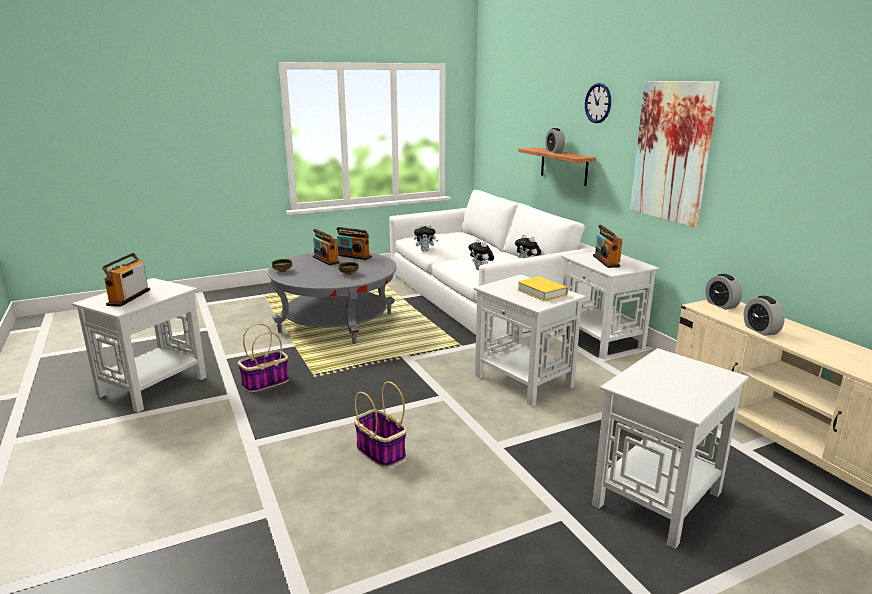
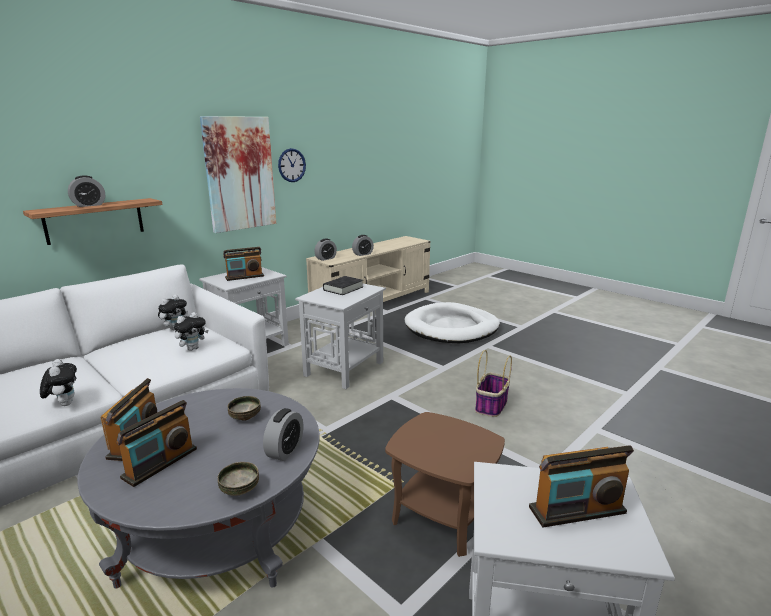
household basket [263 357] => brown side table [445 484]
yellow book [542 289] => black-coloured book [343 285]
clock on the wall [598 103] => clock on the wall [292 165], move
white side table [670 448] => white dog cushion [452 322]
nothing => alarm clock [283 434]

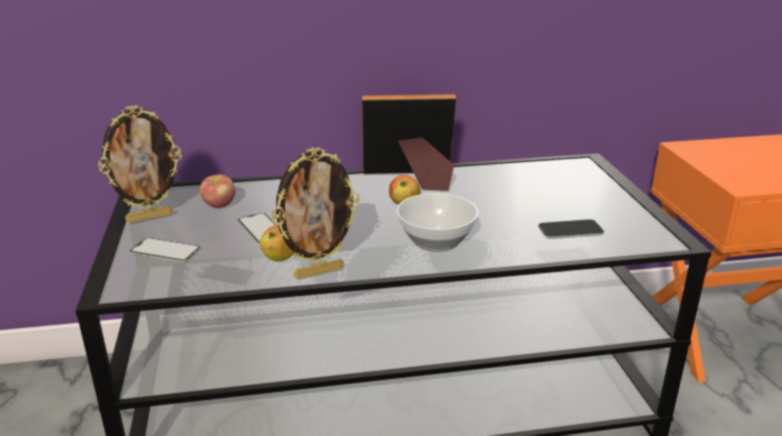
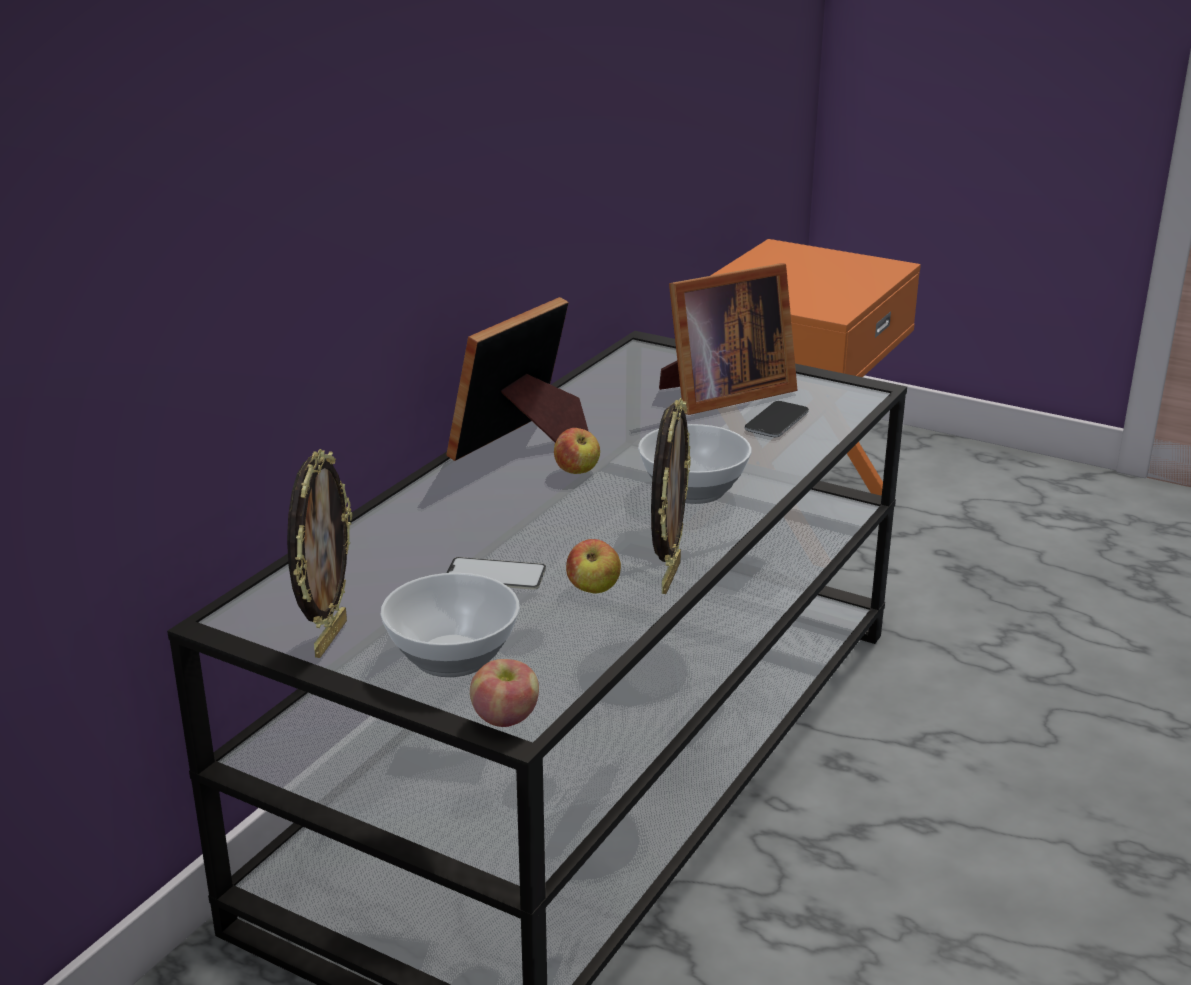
phone [165 249] => bowl [450 625]
apple [217 191] => apple [504 693], move
nothing => standing frame [728 339]

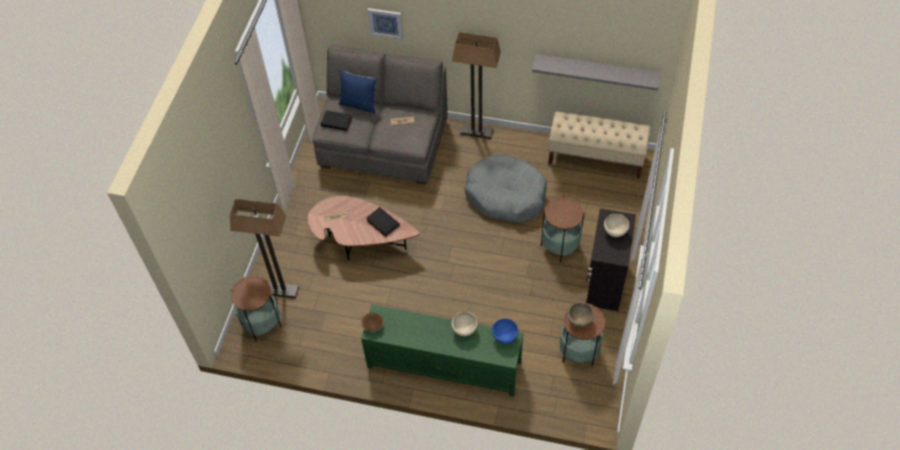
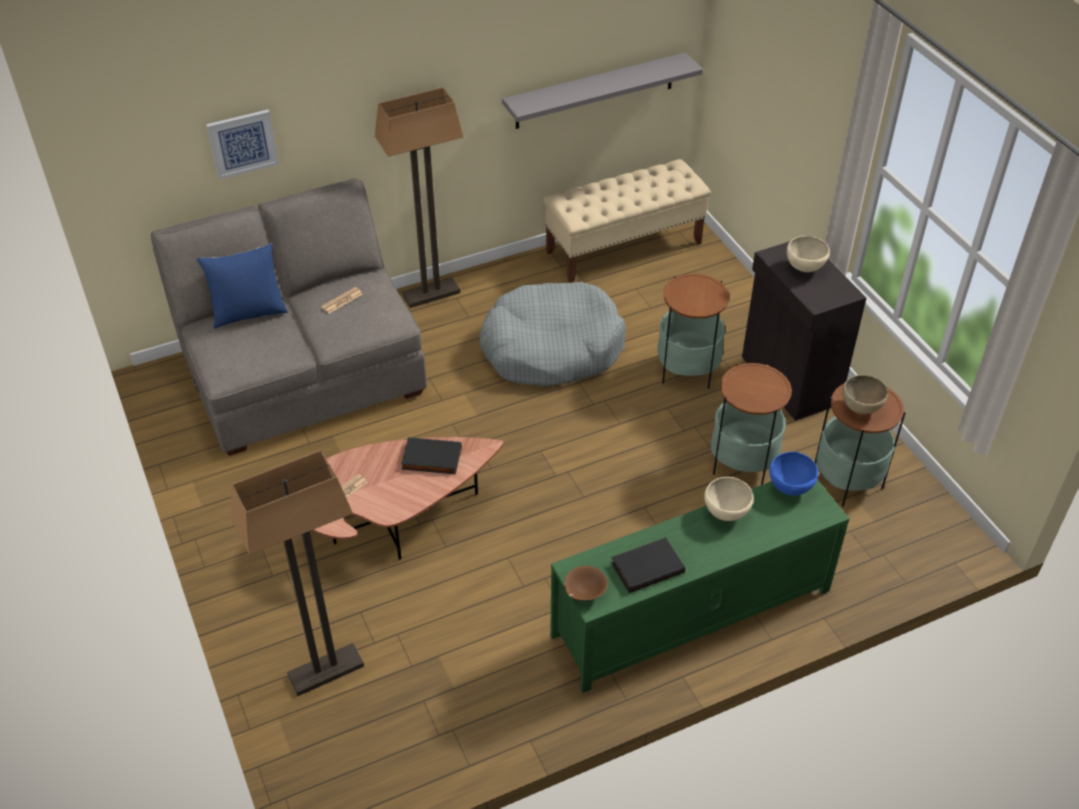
side table [256 308] => side table [751 424], move
black-coloured book [336 120] => black-coloured book [648 565], move

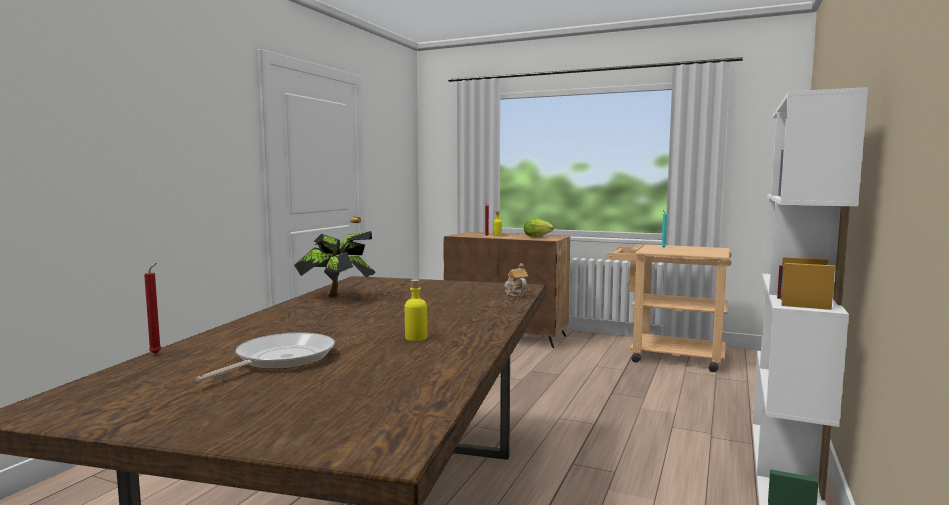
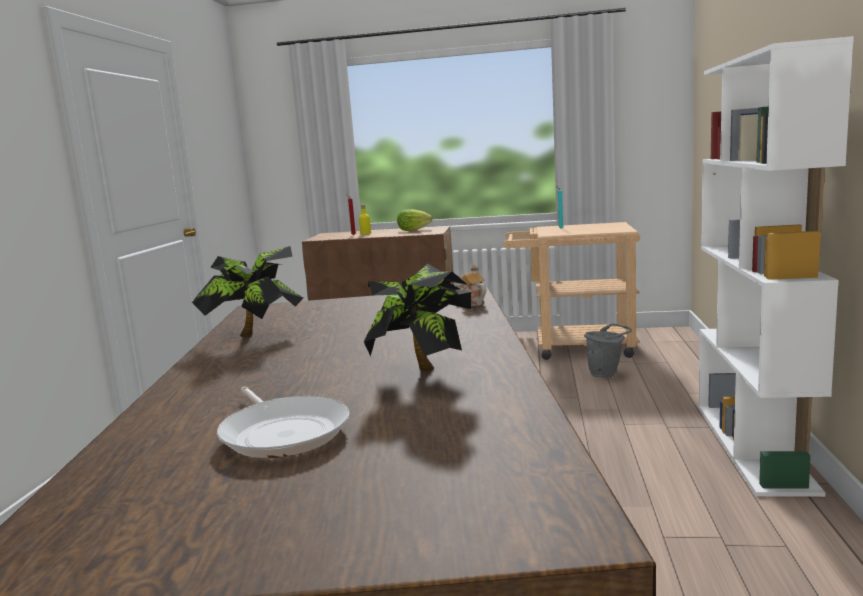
reddish candle [152 308] => nothing
skillet [265 357] => skillet [283 422], 135 degrees clockwise
yellow bottle [416 310] => houseplant [417 318]
nothing => gray bucket [608 350]

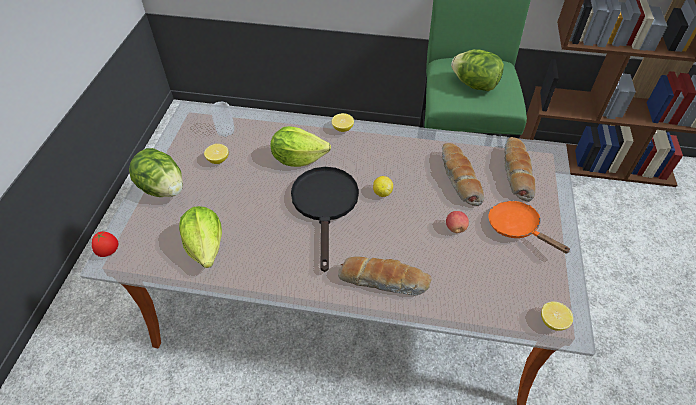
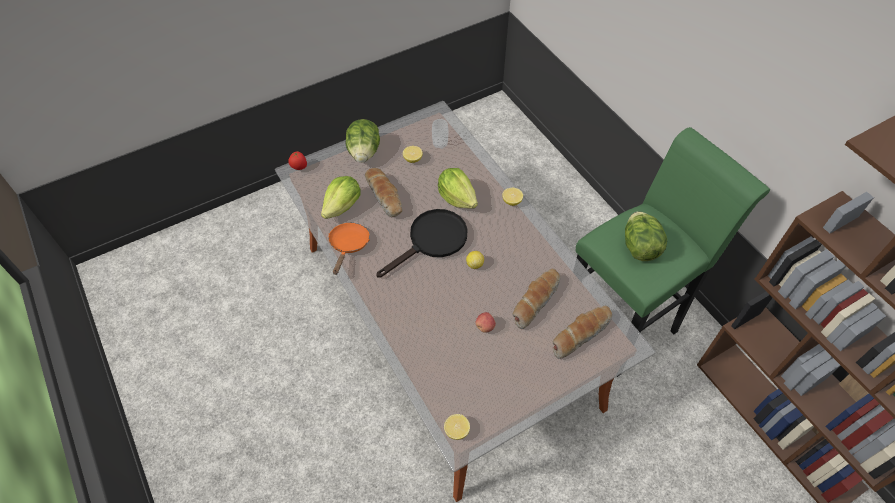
bakery bread [385 275] => bakery bread [384 192], move
orange skillet [530 227] => orange skillet [349 249], move

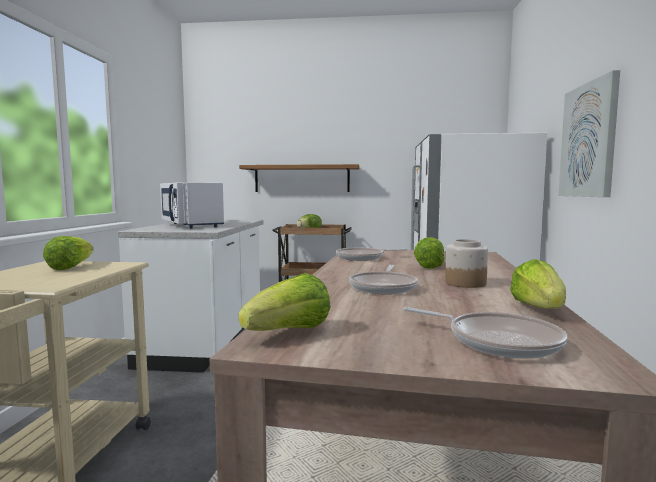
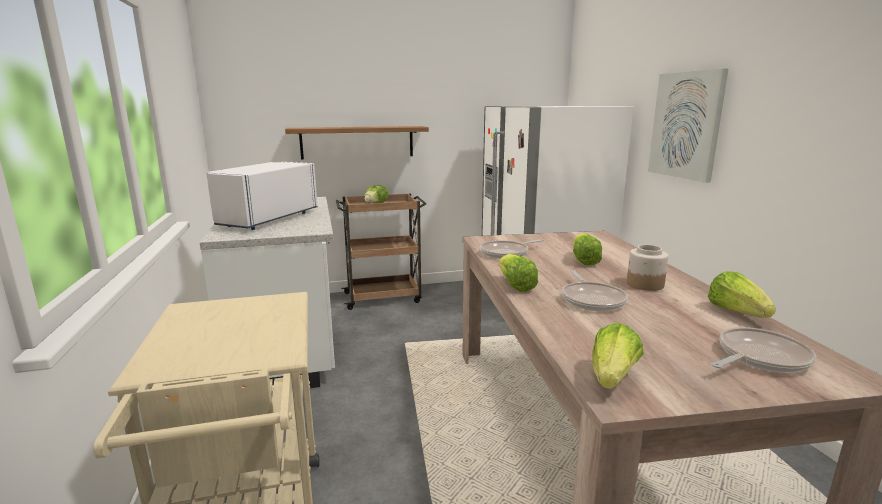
lettuce [68 253] => lettuce [518 273], move
white microwave [192 205] => white microwave [262 196], 75 degrees clockwise
skillet [485 333] => skillet [763 350], 45 degrees counterclockwise

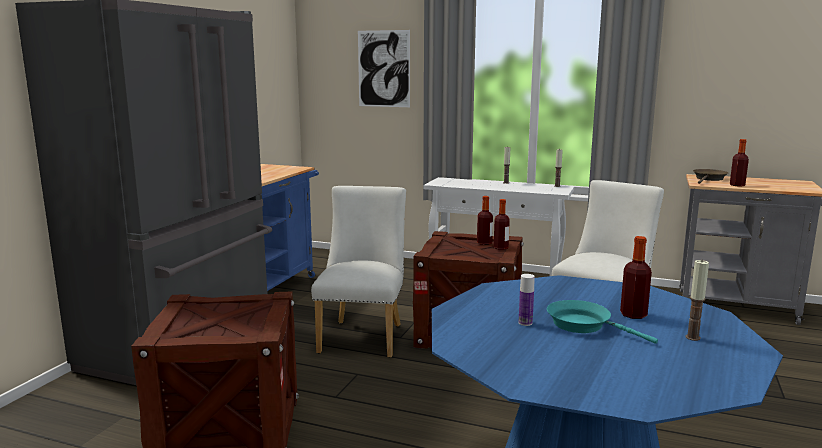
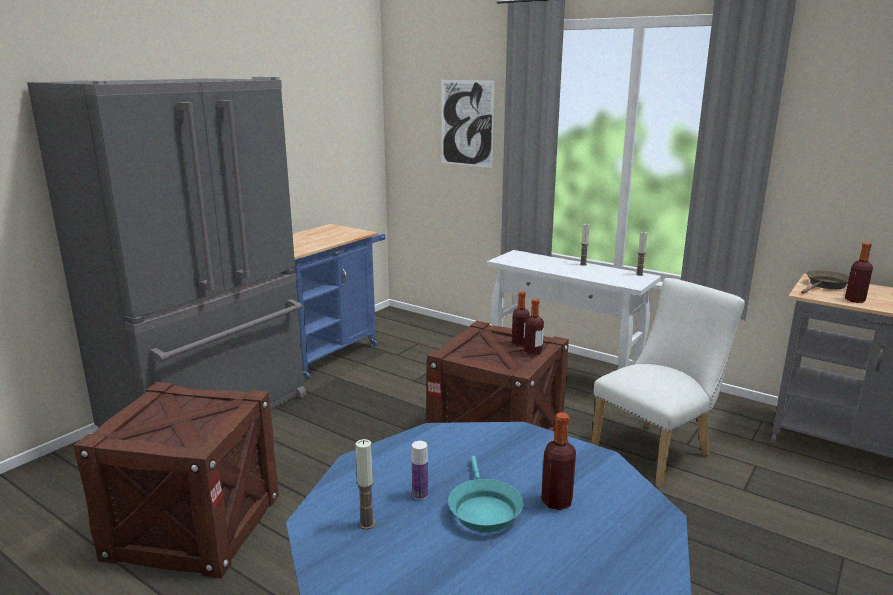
white plain chair [358 272] => nothing
turquoise-coloured skillet [602 322] => turquoise-coloured skillet [486 494], 150 degrees counterclockwise
candle [697 300] => candle [365 484], move

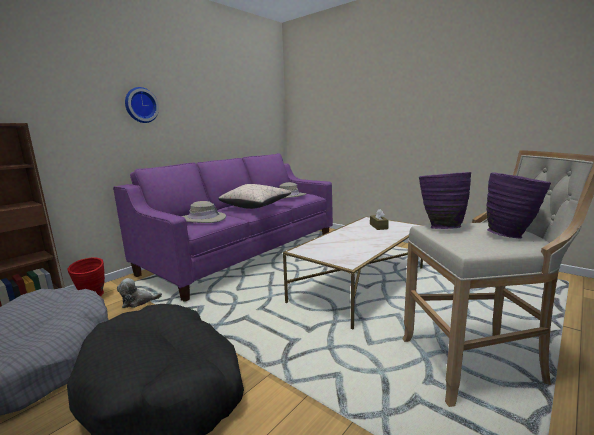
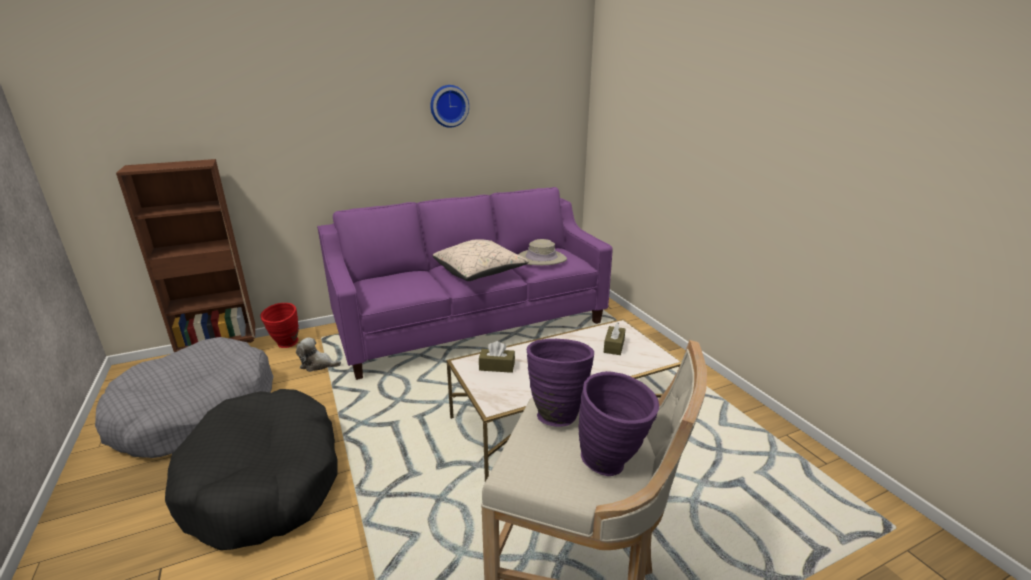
clock on the wall [142 105] => clock on the wall [450 106], move
beige hat [204 212] => nothing
nothing => brown box of tissues [497 357]

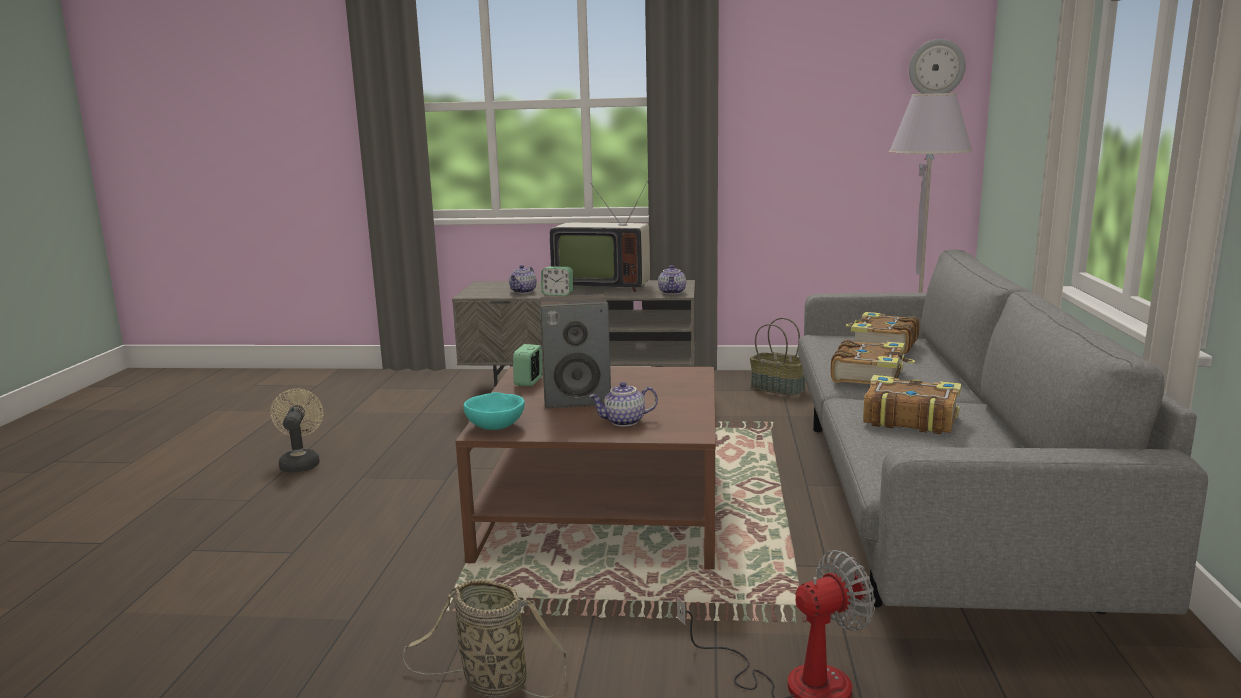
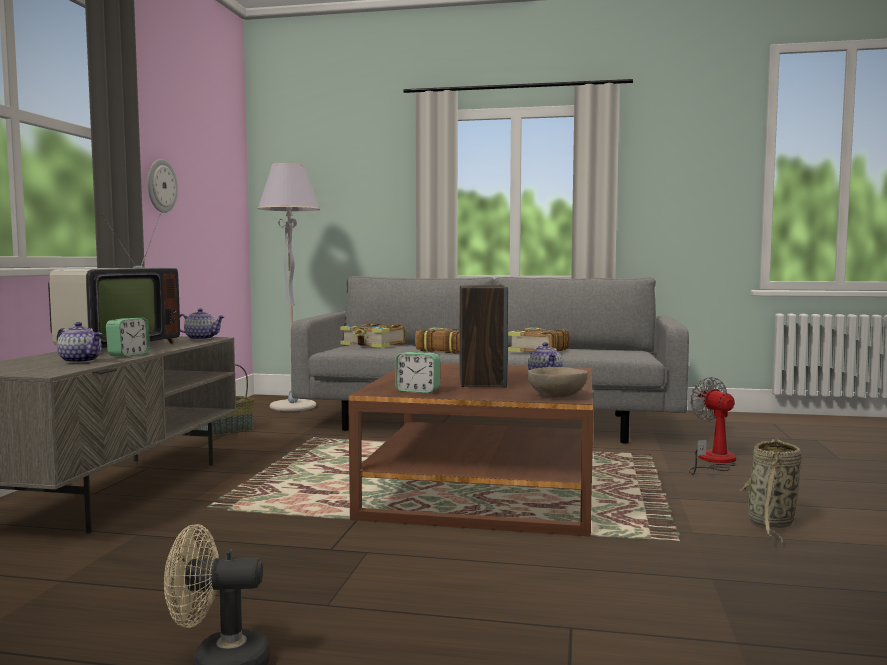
turquoise-coloured bowl [494 411] => beige bowl [557 382]
clock on the wall [937 66] => clock on the wall [162 186], move

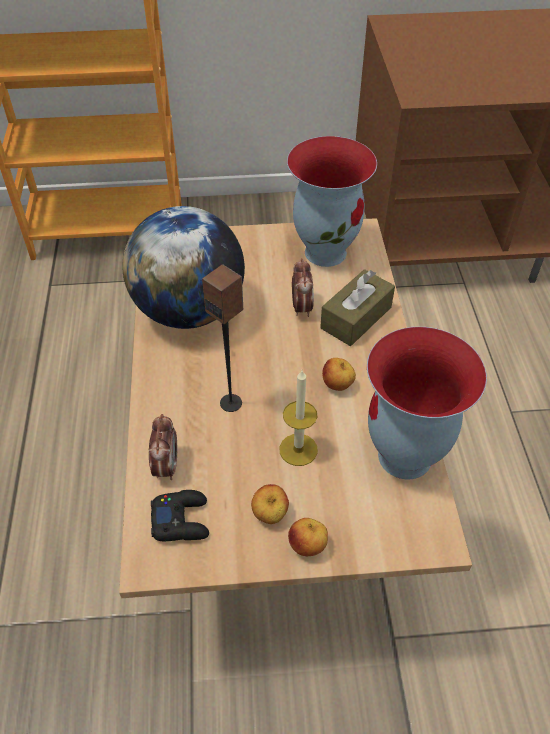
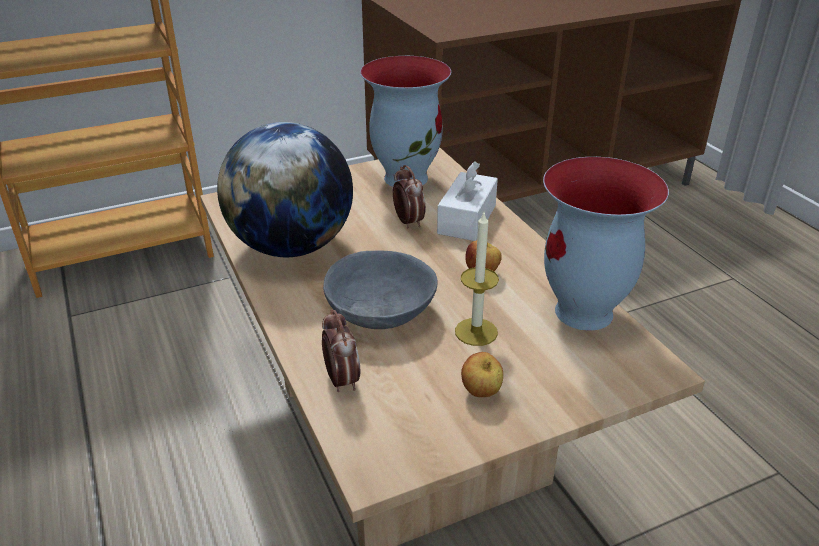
black-coloured gamepad [180 515] => nothing
loudspeaker [222 338] => gray bowl [380 289]
apple [308 537] => nothing
brown box of tissues [357 307] => white box of tissues [467 201]

